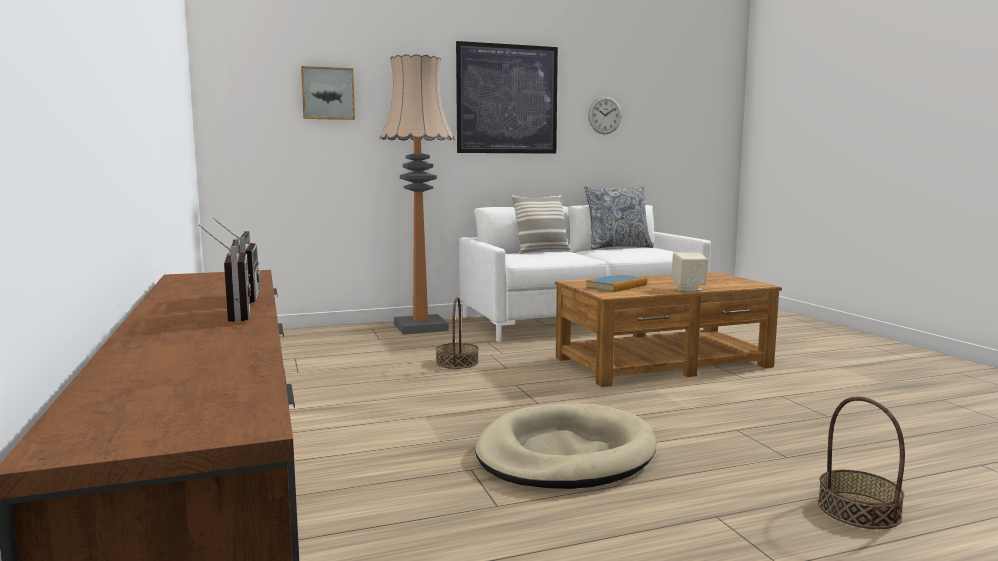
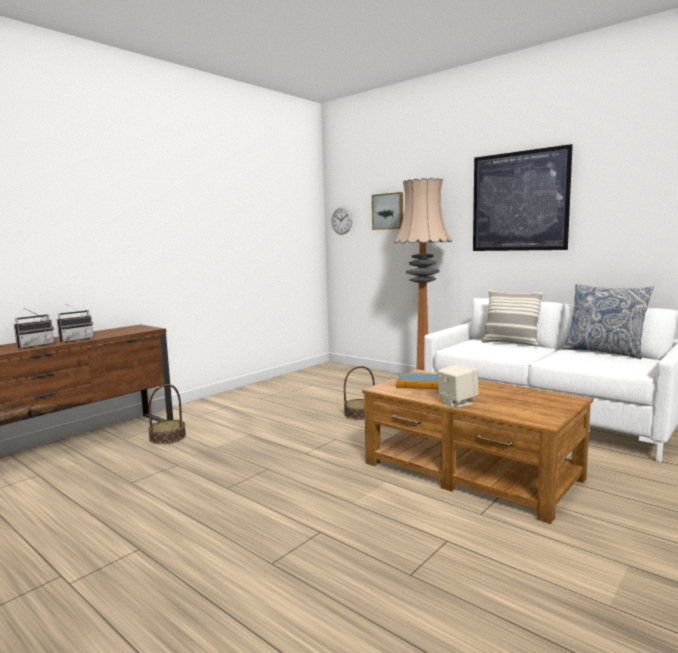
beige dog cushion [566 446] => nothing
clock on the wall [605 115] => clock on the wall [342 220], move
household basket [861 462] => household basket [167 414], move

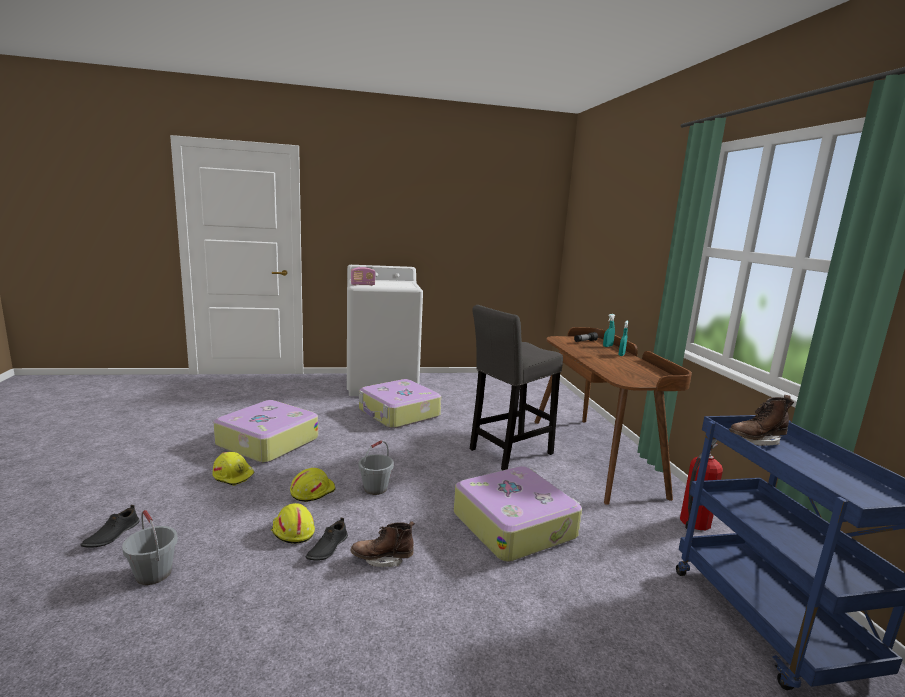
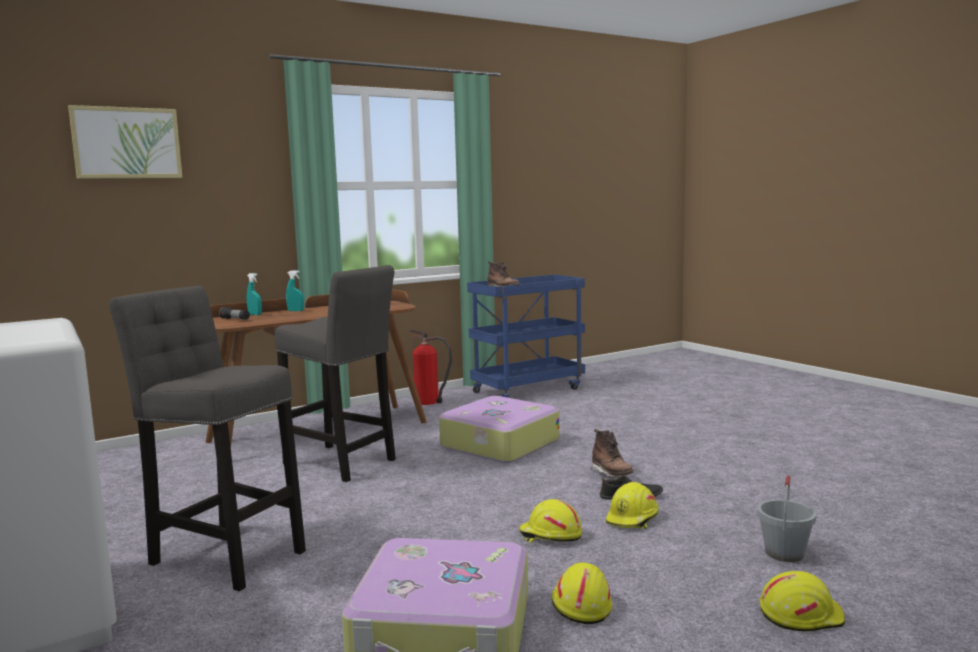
black-coloured low shoe [110 526] => yellow work helmet [802 601]
radio set [363 276] => nothing
gray bucket [376 467] => nothing
travel case [400 404] => gray stool [207 438]
nothing => wall picture [125 142]

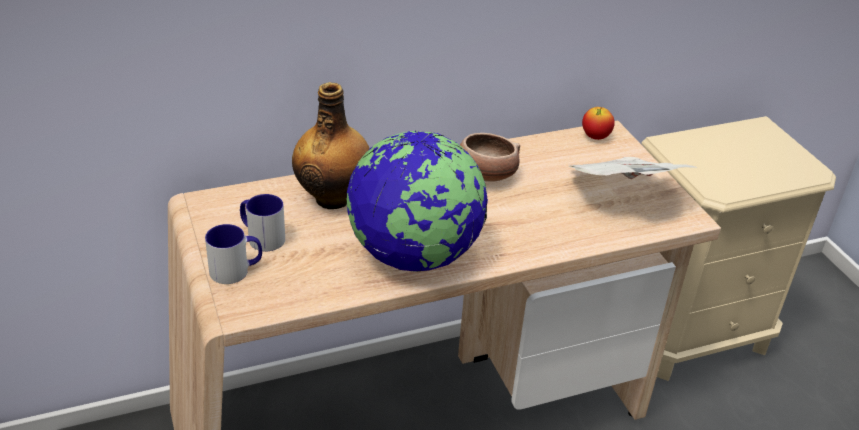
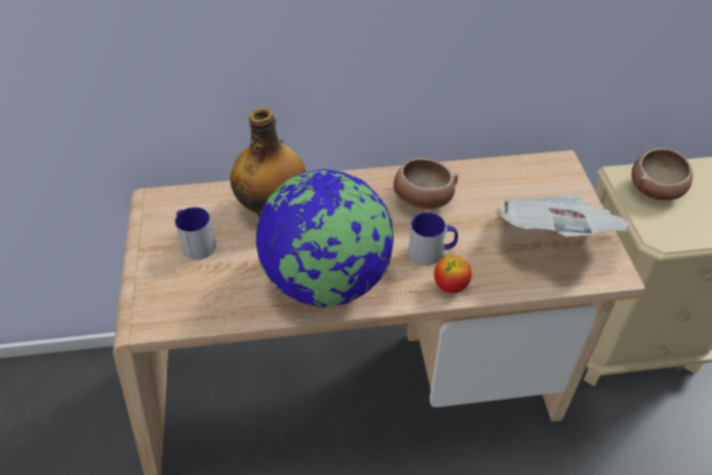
mug [233 254] => mug [433 238], move
apple [598 123] => apple [453 274], move
nothing => bowl [662 174]

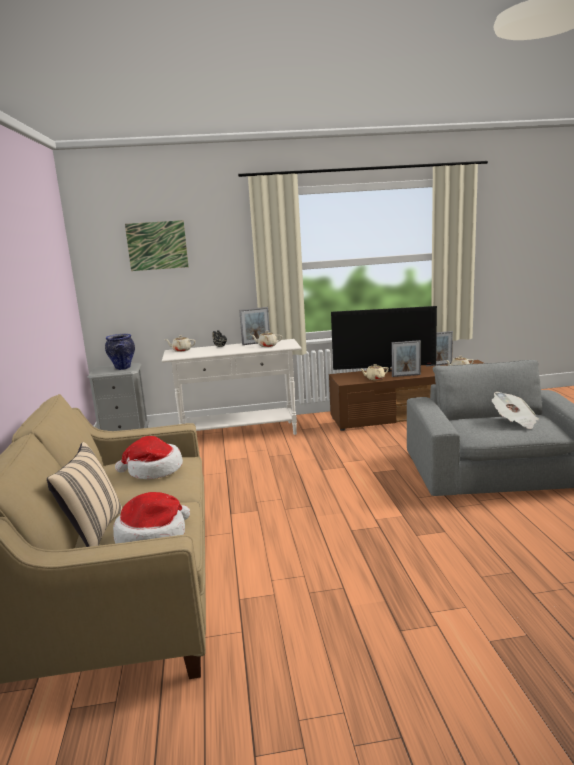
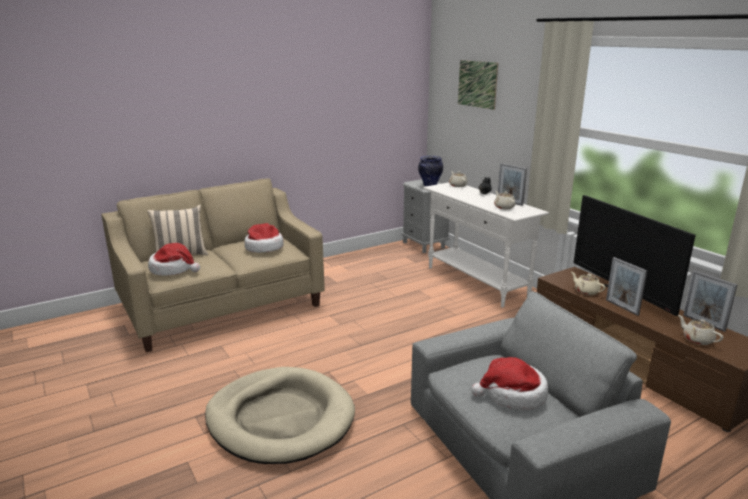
printed paper [515 410] => hat [510 383]
nothing => beige dog cushion [280 415]

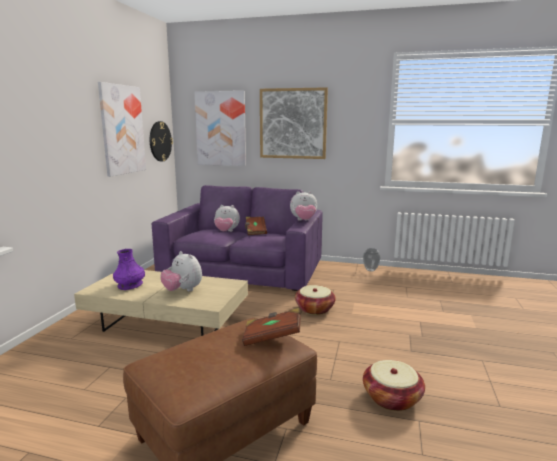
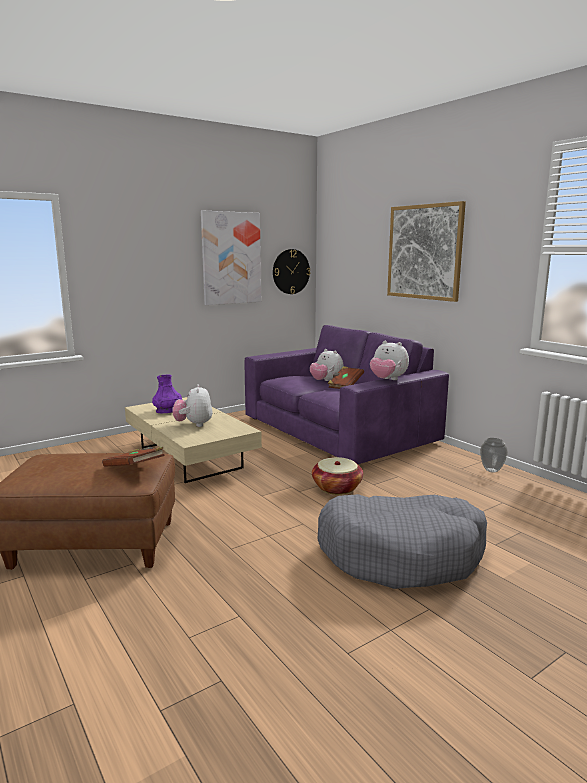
wall picture [220 128] => nothing
household basket [394 385] => nothing
nothing => gray dog cushion [402 541]

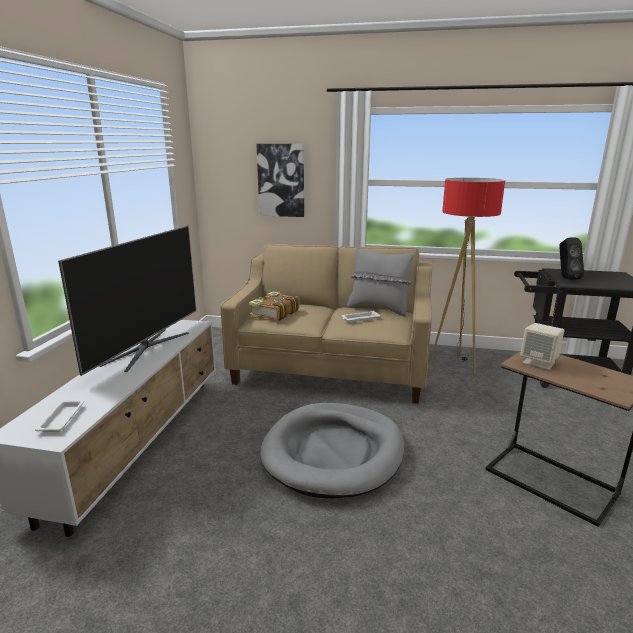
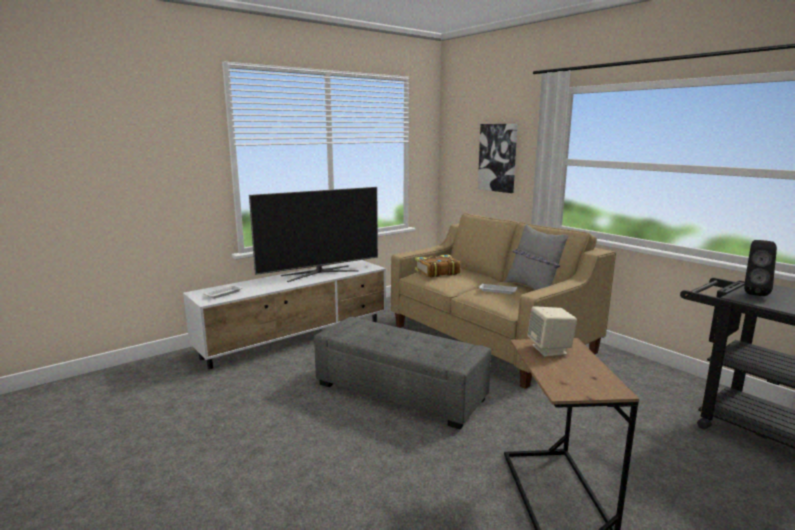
gray dog cushion [332 451] => gray footrest [402 373]
standing lamp [467 276] => nothing

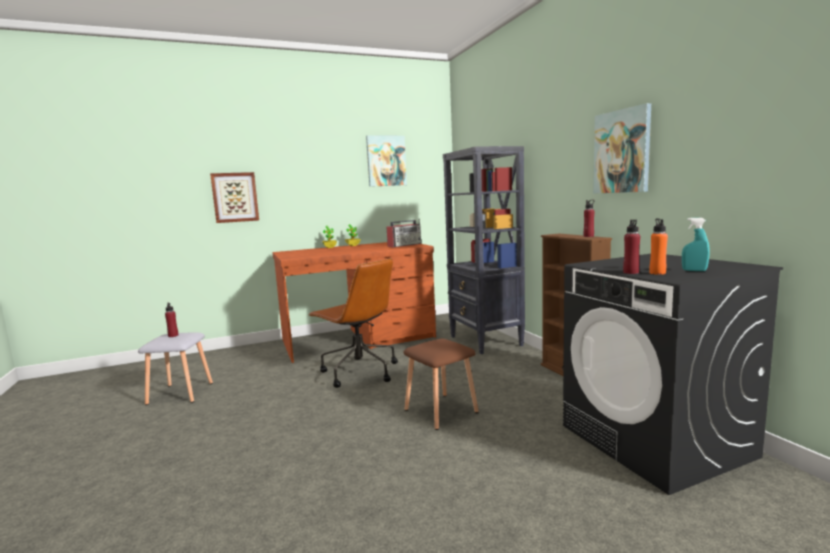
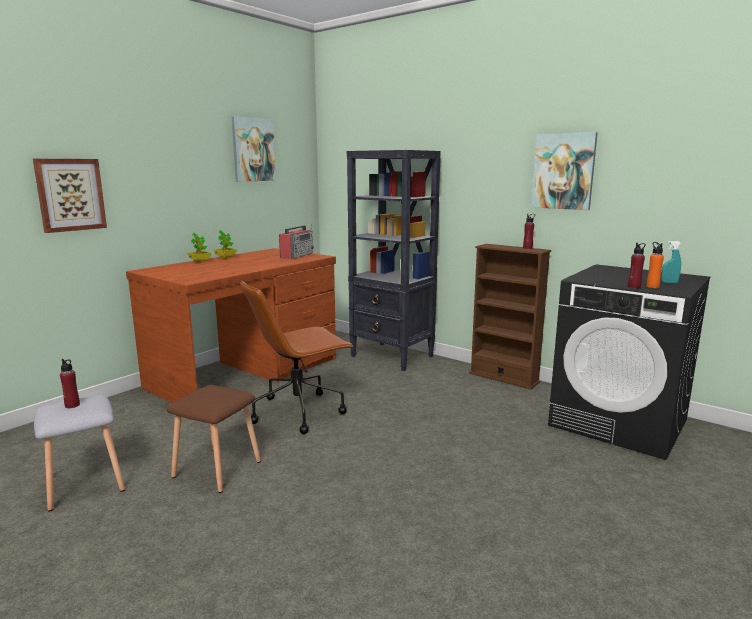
brown computer chair [353 323] => brown computer chair [297 357], 135 degrees clockwise
brown stool [441 384] => brown stool [214 439], move

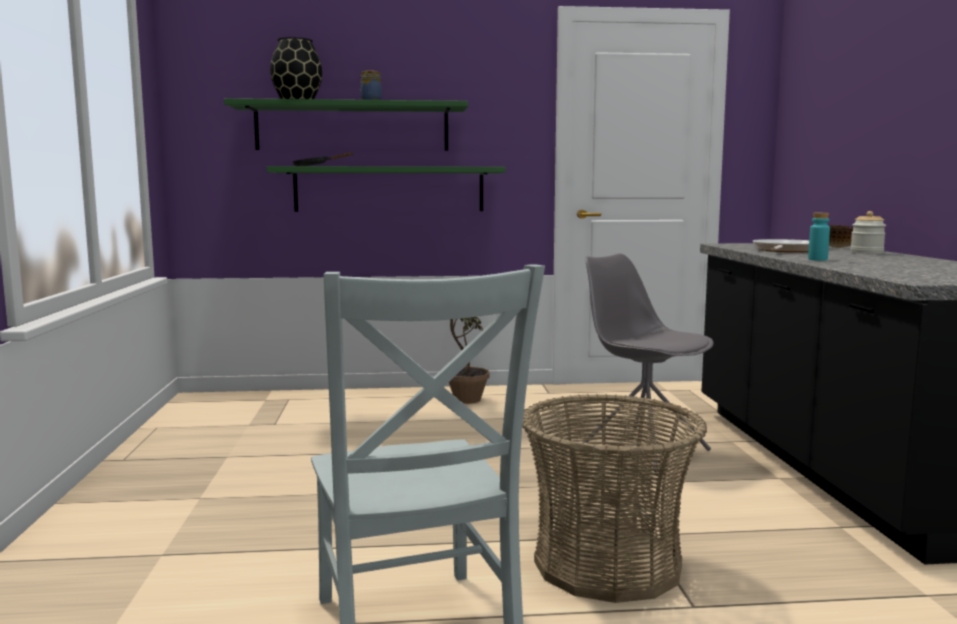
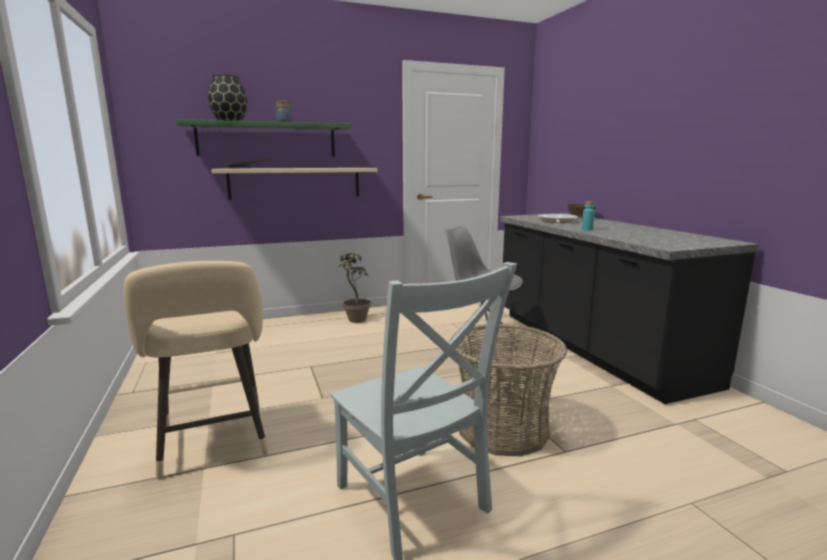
green-coloured shelf [386 189] => beige shelf [294 184]
storage jar [868 232] => nothing
nothing => beige stool [196 370]

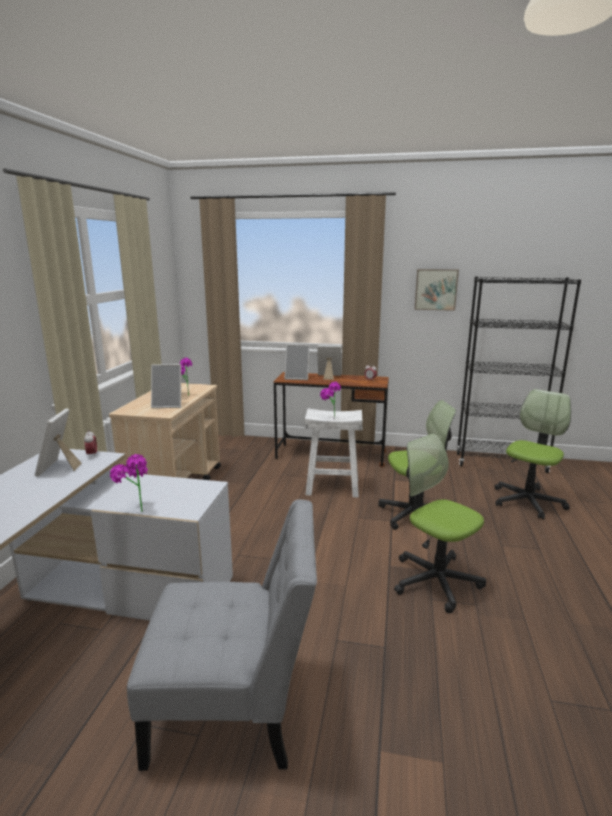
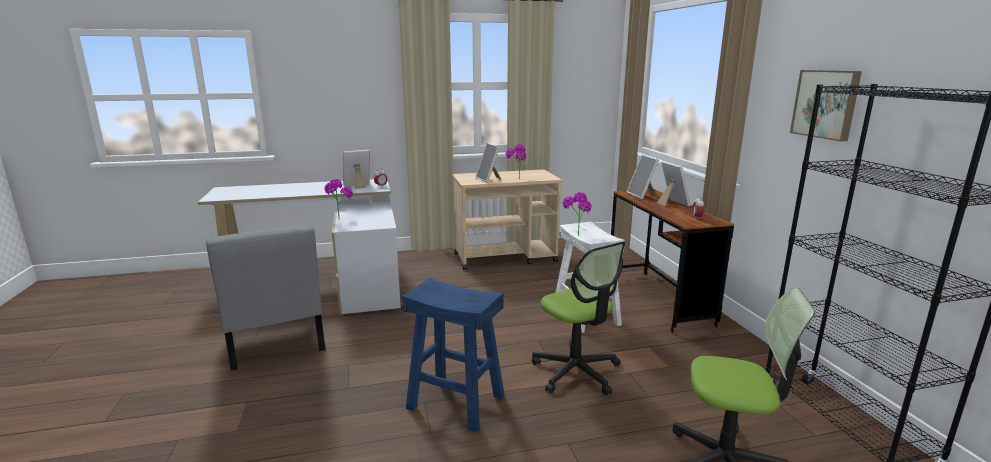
computer chair [440 523] => blue-coloured stool [453 355]

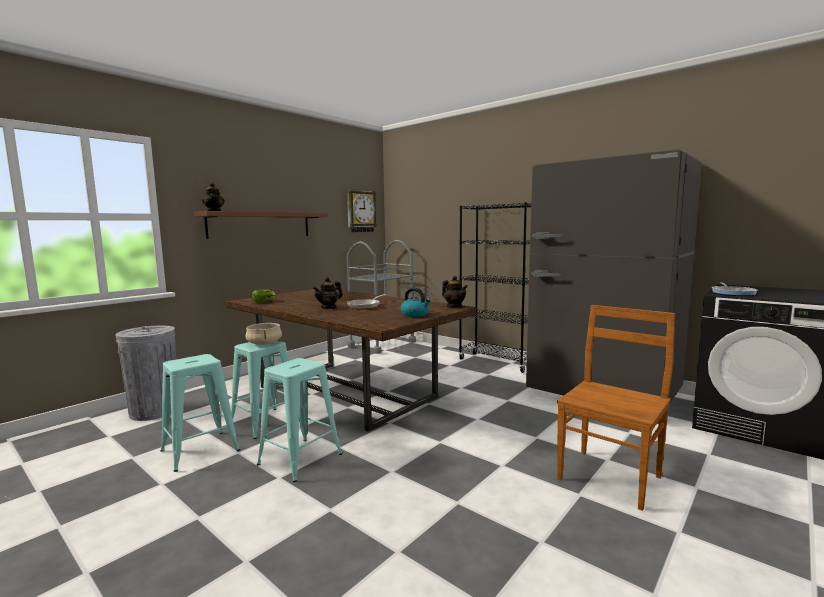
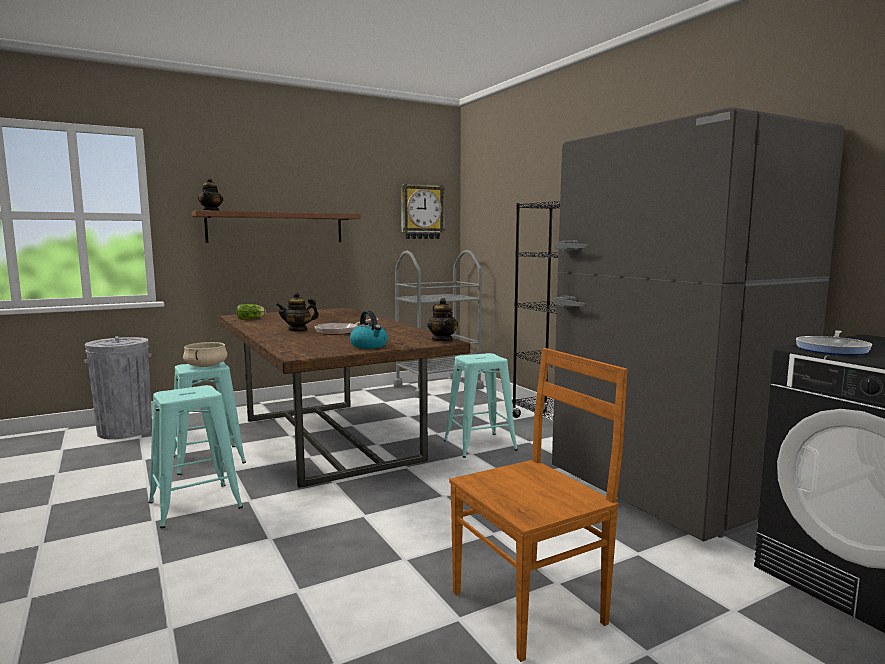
turquoise-coloured stool [200 413] => turquoise-coloured stool [481 405], move

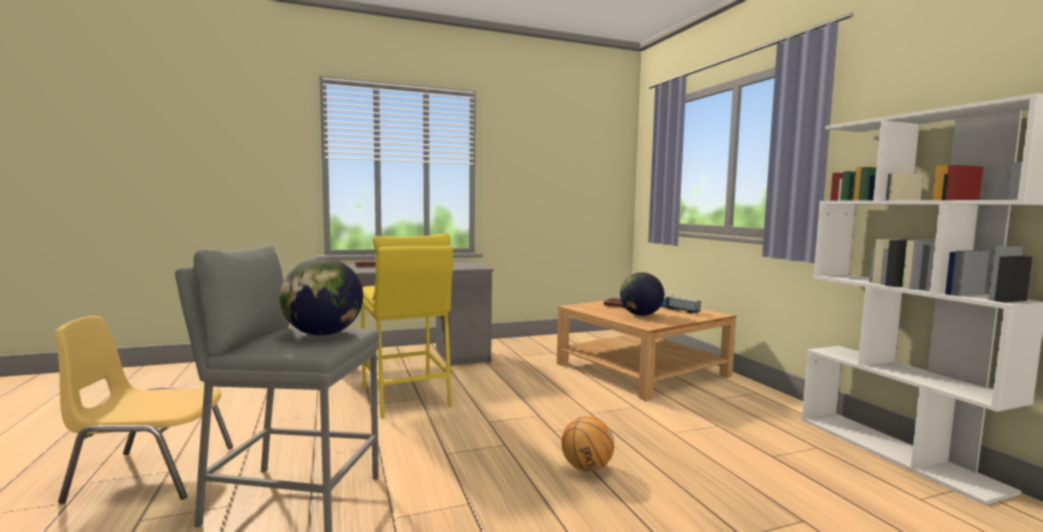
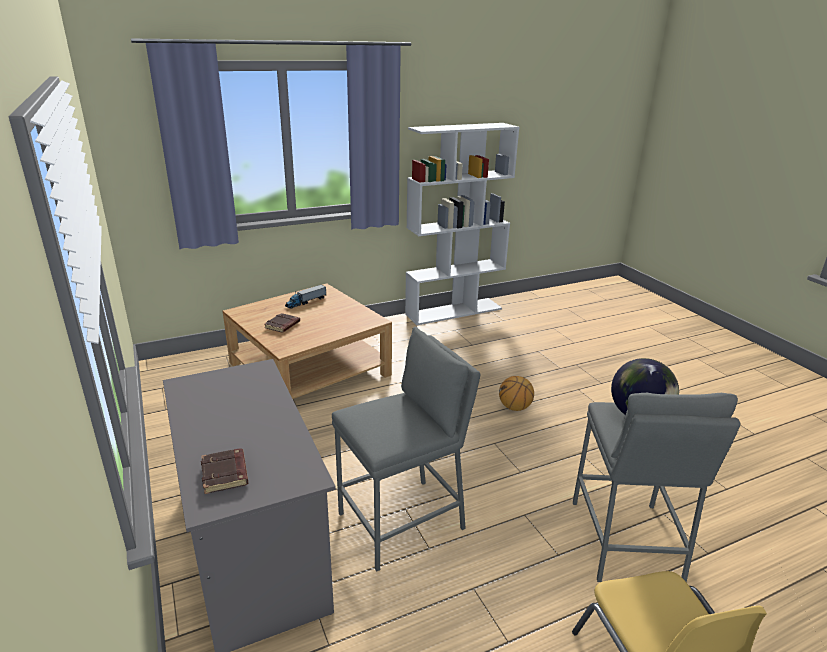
yellow stool [407 325] => gray stool [406 449]
world globe [642 294] => nothing

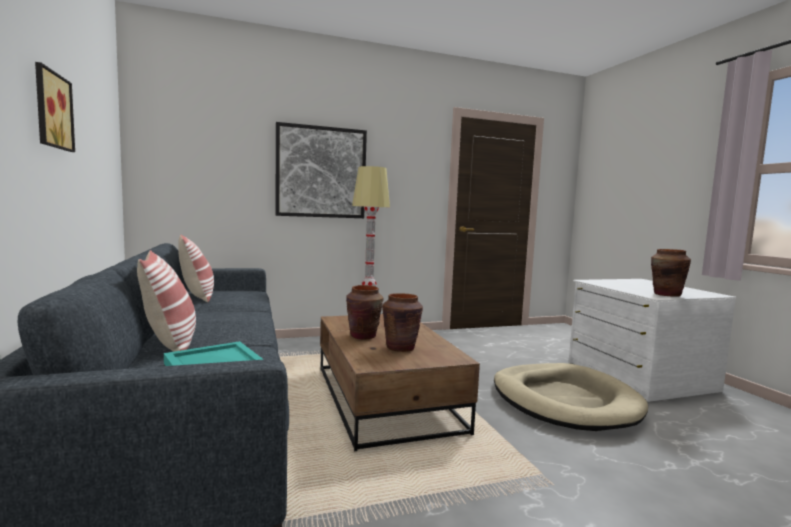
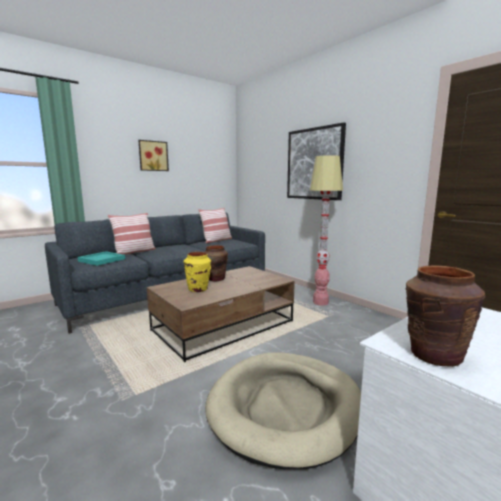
brown vase [402 322] => yellow vase [197 272]

